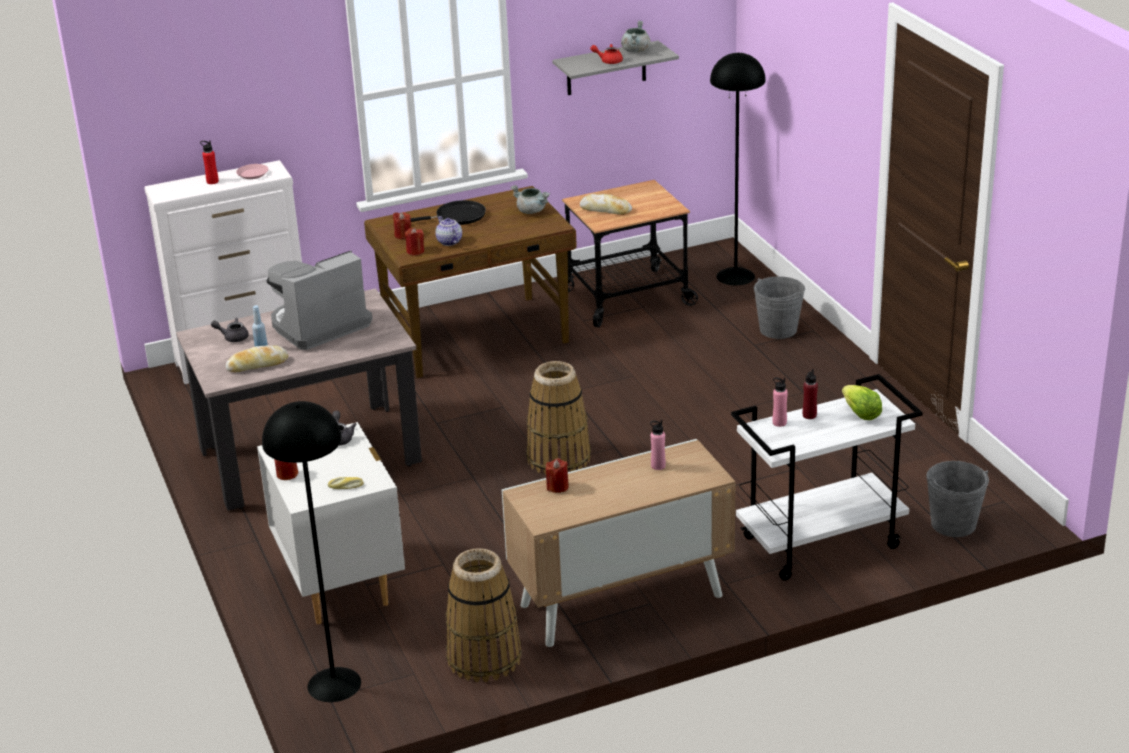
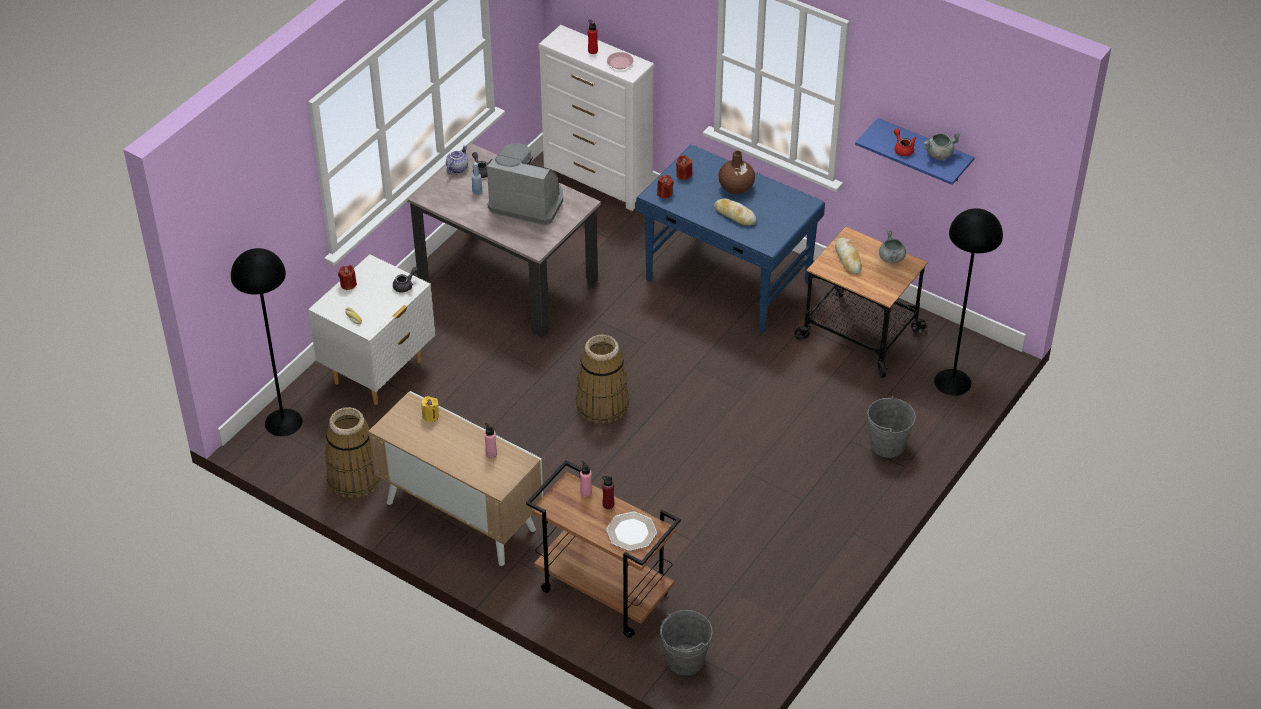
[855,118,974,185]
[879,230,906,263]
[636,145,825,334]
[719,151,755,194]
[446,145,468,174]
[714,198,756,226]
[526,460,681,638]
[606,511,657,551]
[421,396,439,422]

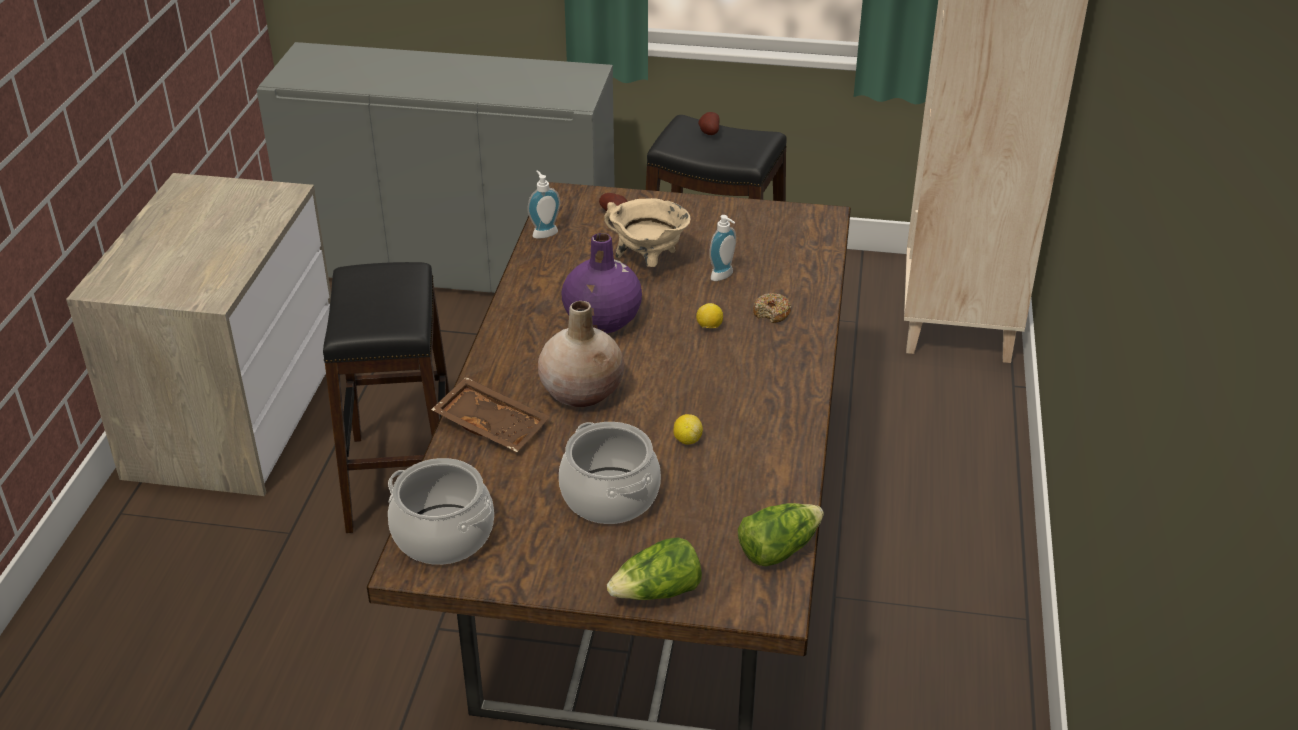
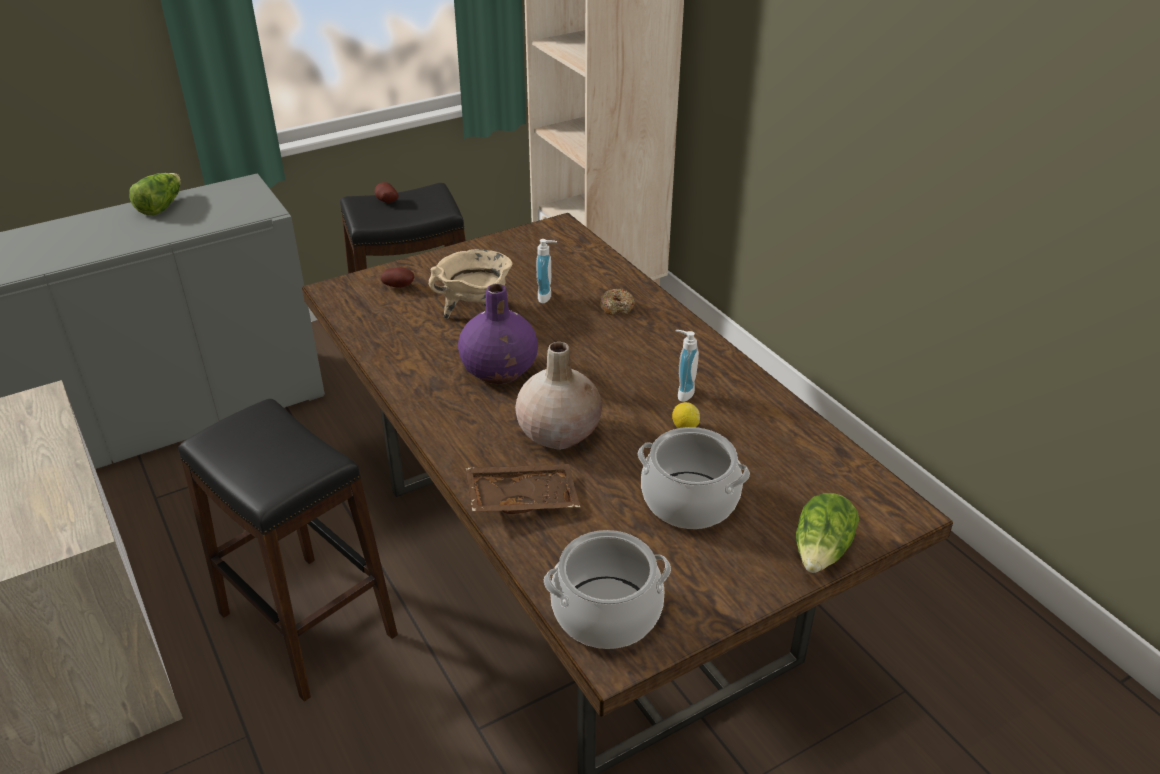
[676,330,699,402]
[696,303,723,328] (first image)
[129,173,181,215]

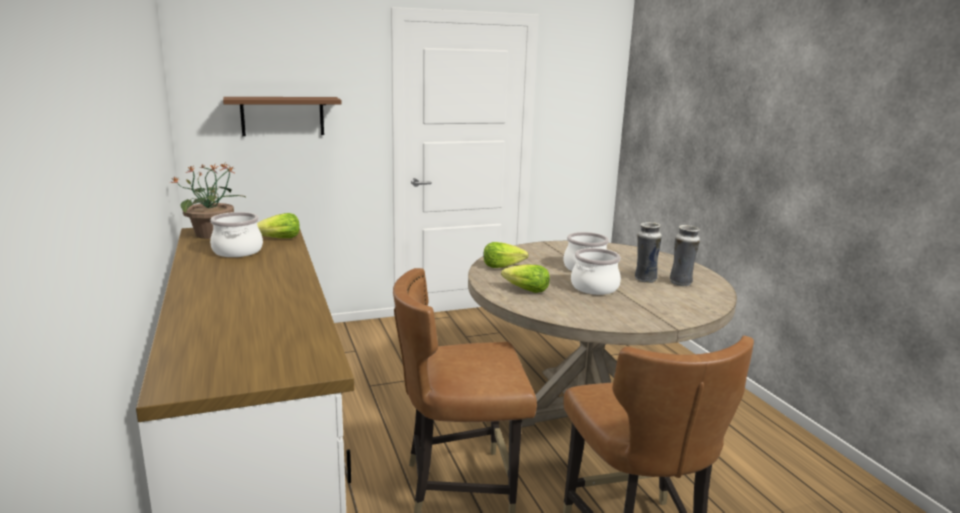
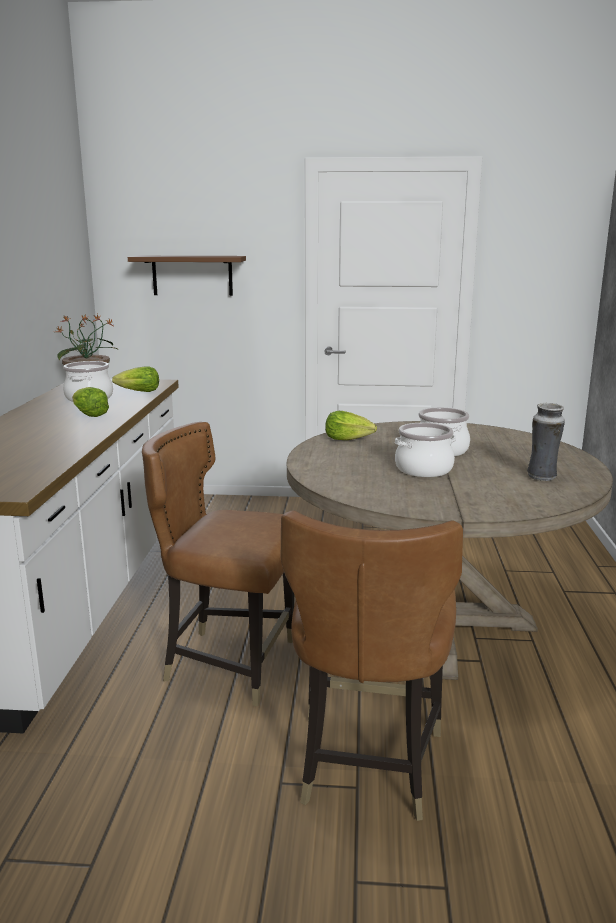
[635,222,662,283] (first image)
[72,387,109,417]

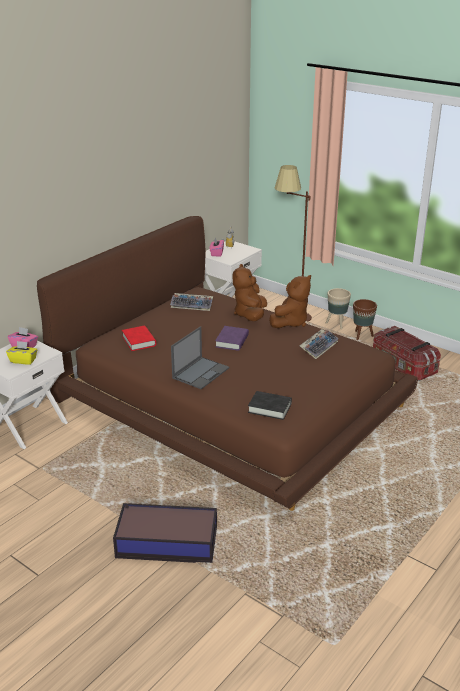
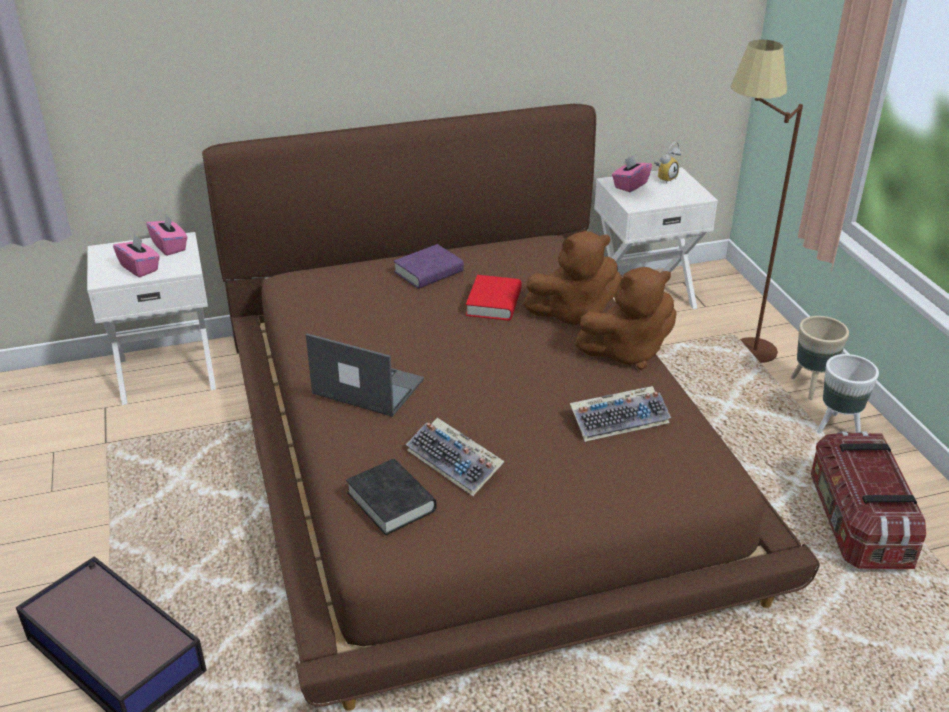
[523,231,622,325]
[406,418,504,496]
[817,354,879,433]
[466,275,522,320]
[306,333,424,417]
[393,244,464,289]
[113,234,160,277]

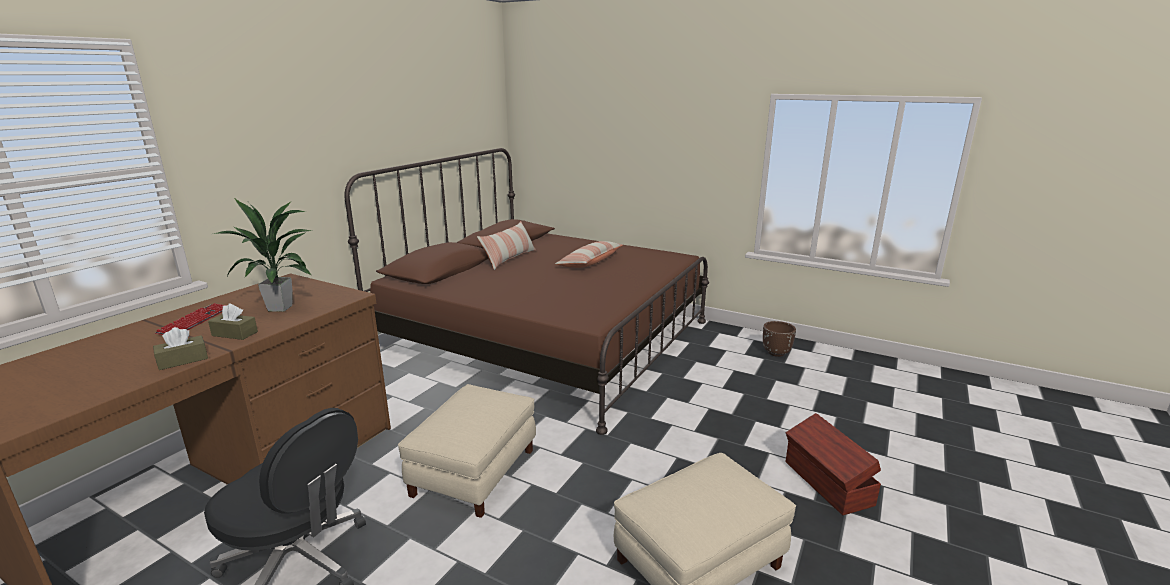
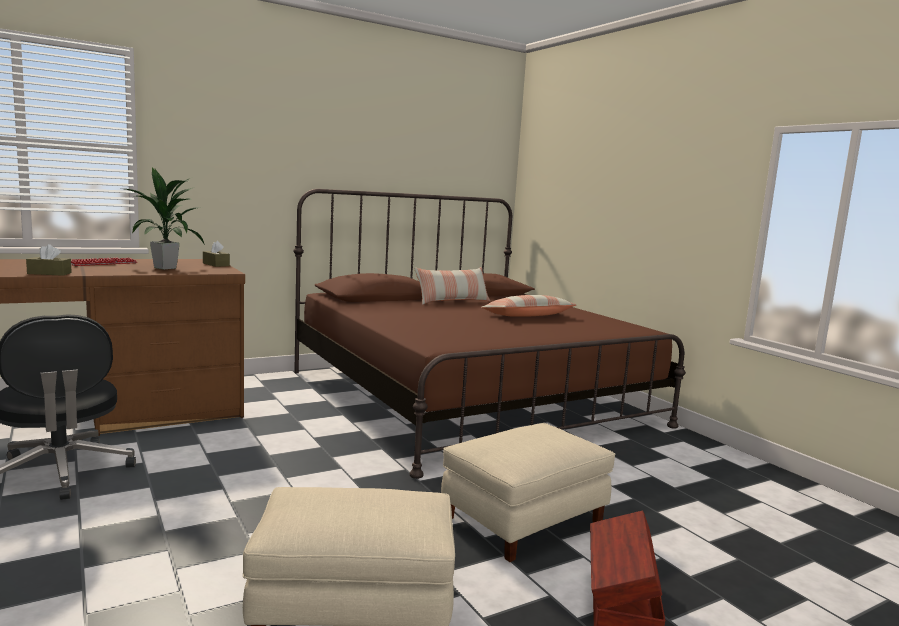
[203,241,230,267]
[763,321,796,357] (first image)
[441,423,615,562]

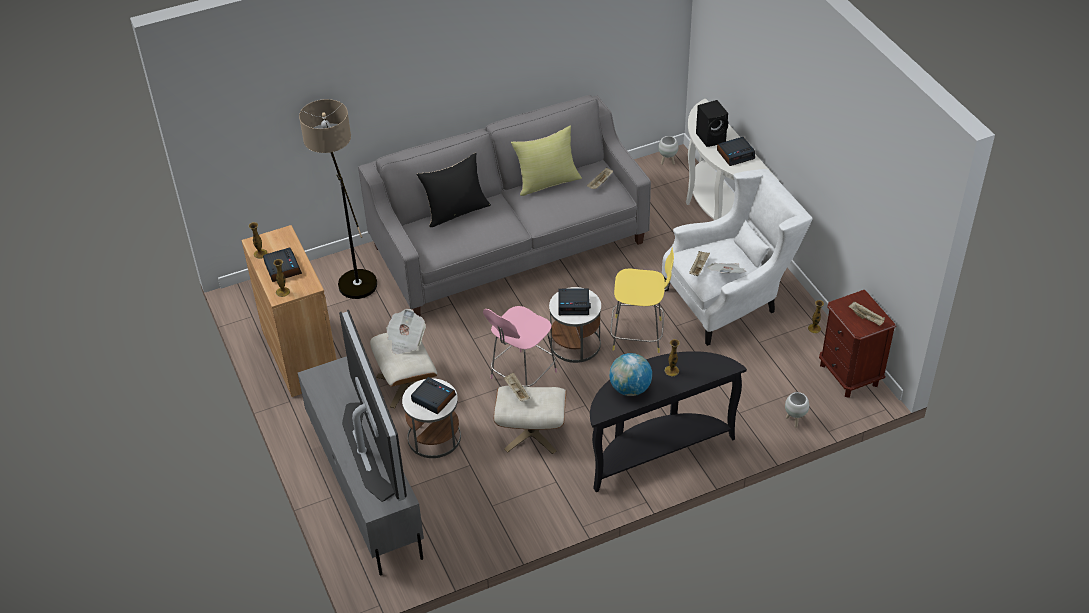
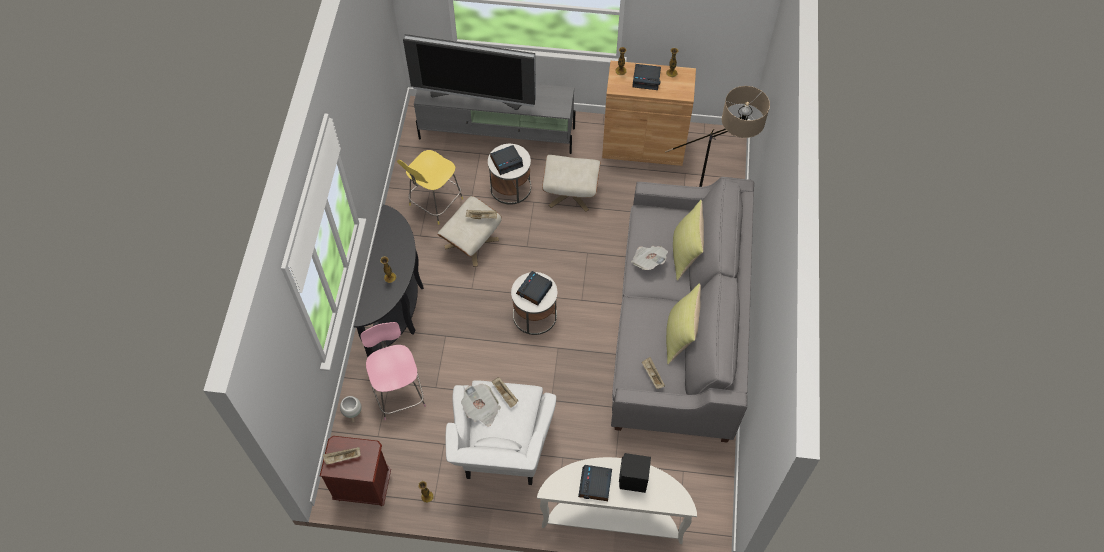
[658,136,678,165] (first image)
[673,200,704,281]
[397,150,463,225]
[360,322,426,420]
[631,246,668,270]
[609,353,652,396] (first image)

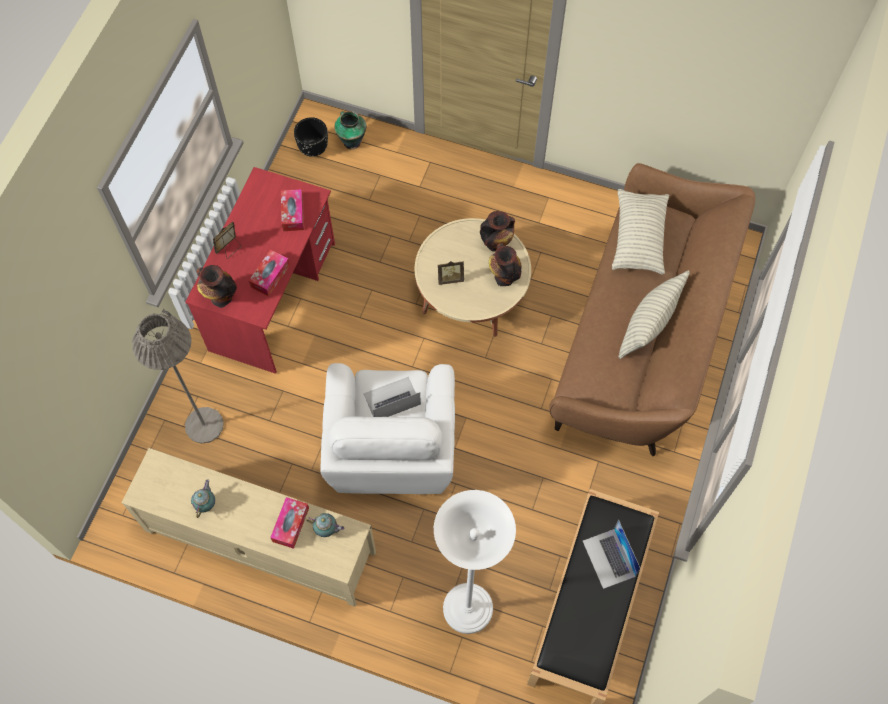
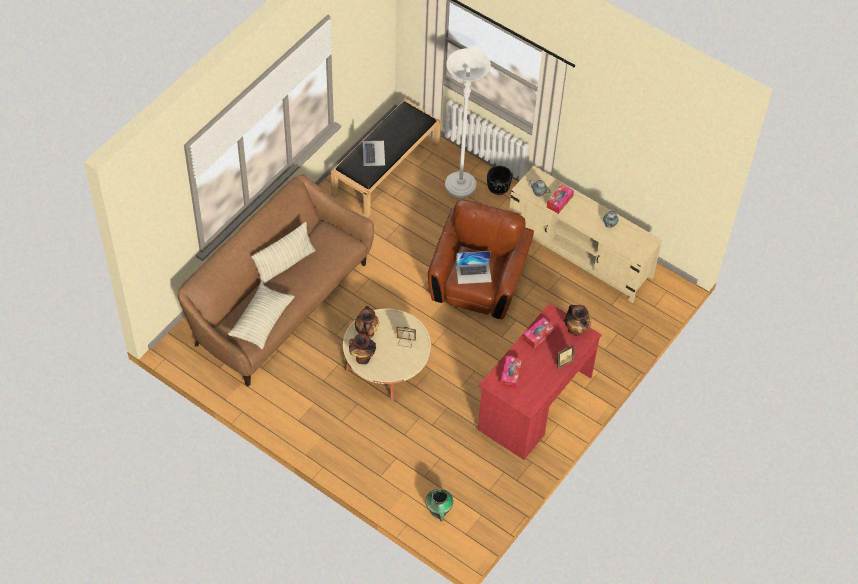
[487,166,512,195]
[132,308,224,444] (first image)
[428,200,534,320]

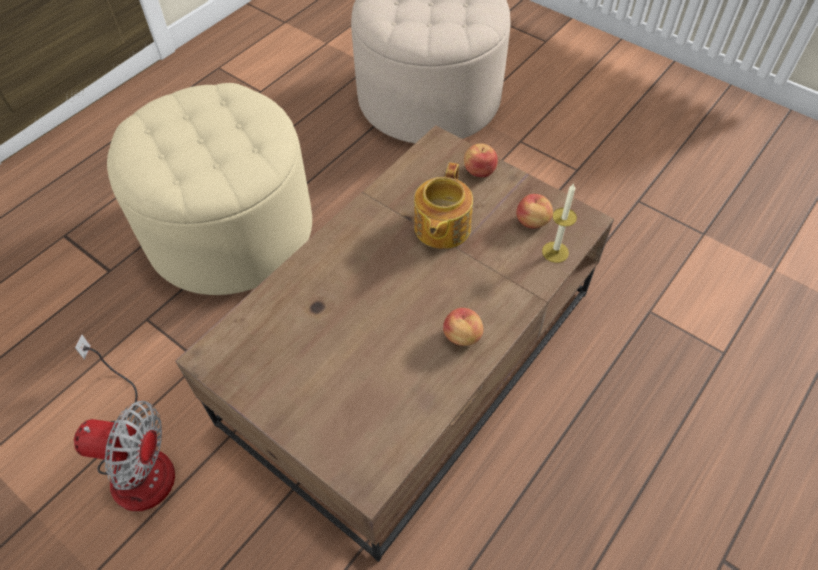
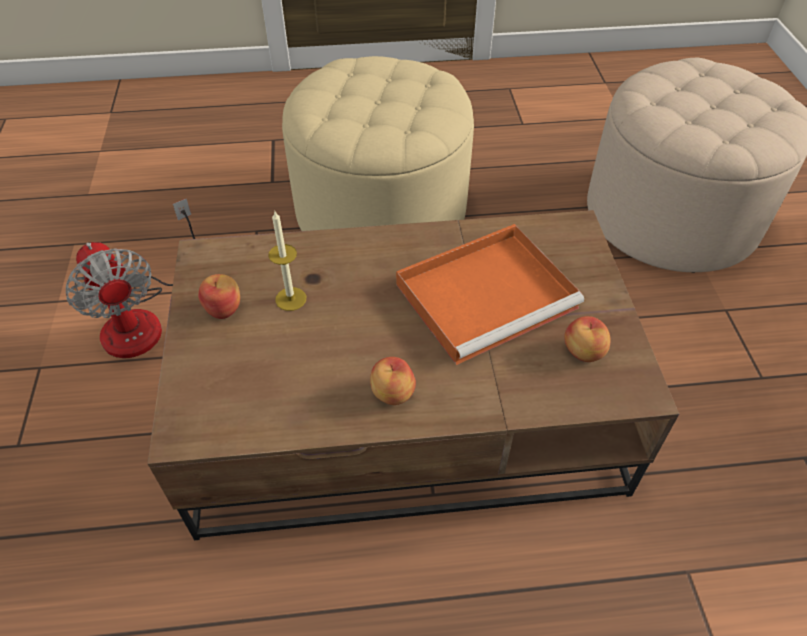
[198,274,240,319]
[396,224,584,365]
[268,212,306,311]

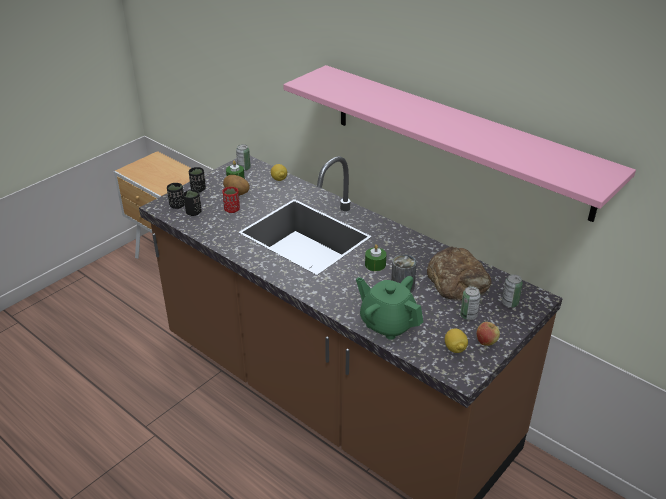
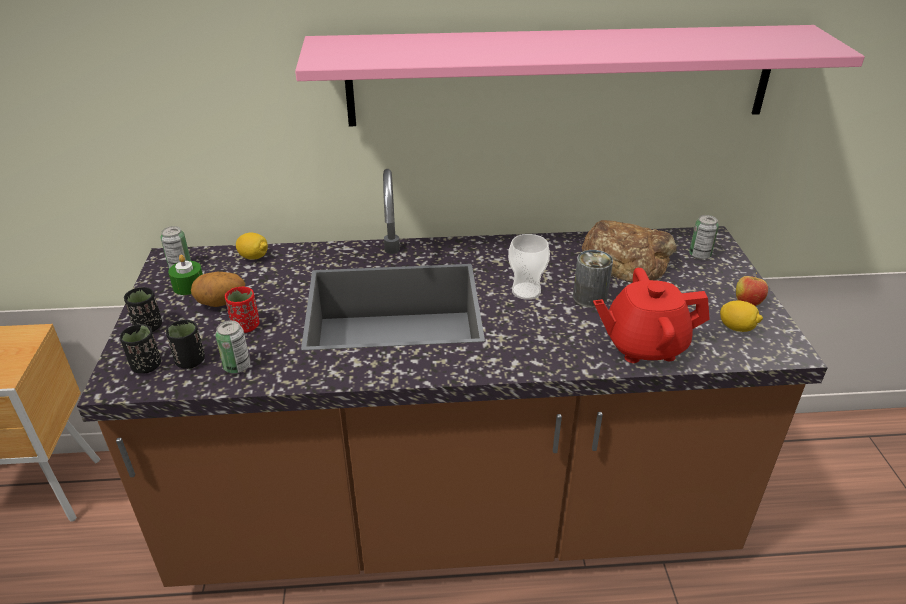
[508,234,550,300]
[593,268,710,363]
[215,320,250,374]

